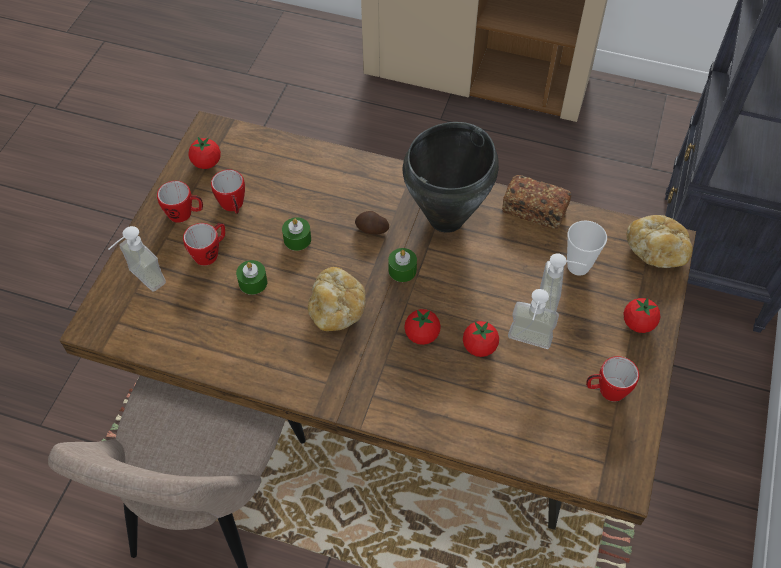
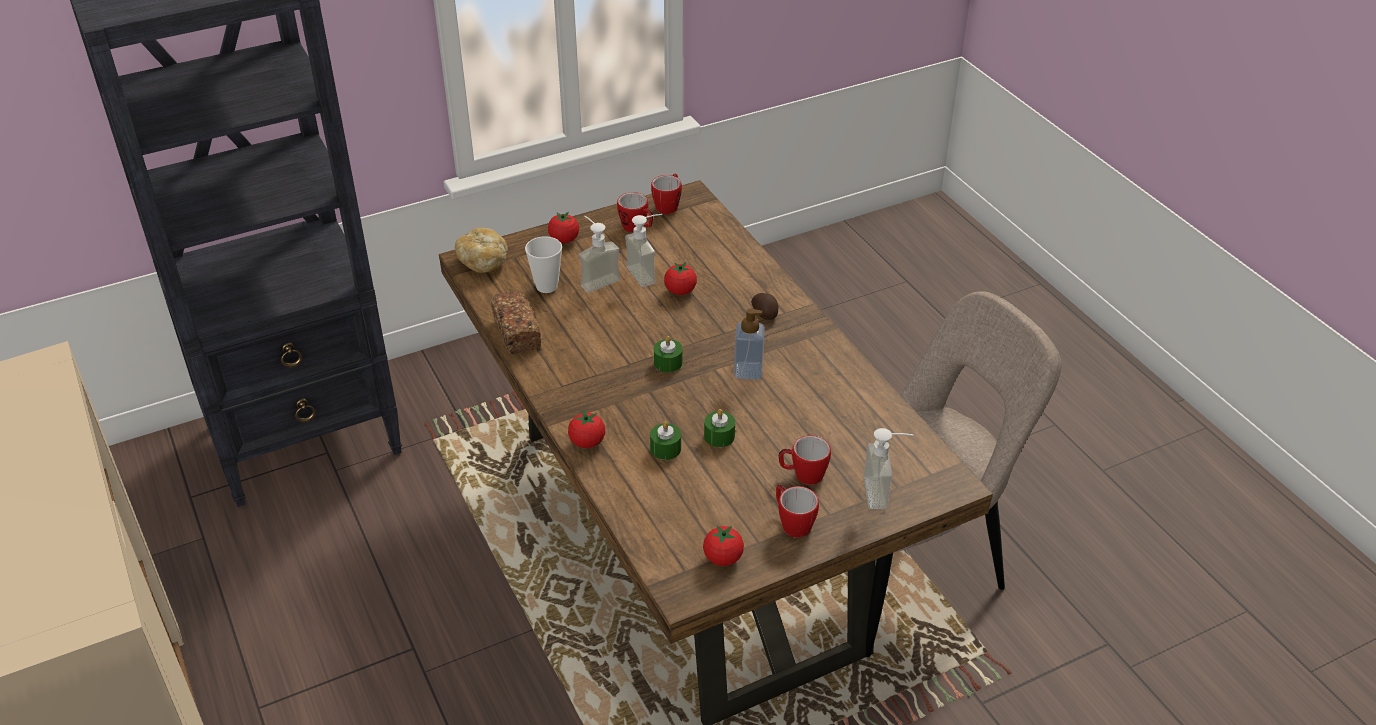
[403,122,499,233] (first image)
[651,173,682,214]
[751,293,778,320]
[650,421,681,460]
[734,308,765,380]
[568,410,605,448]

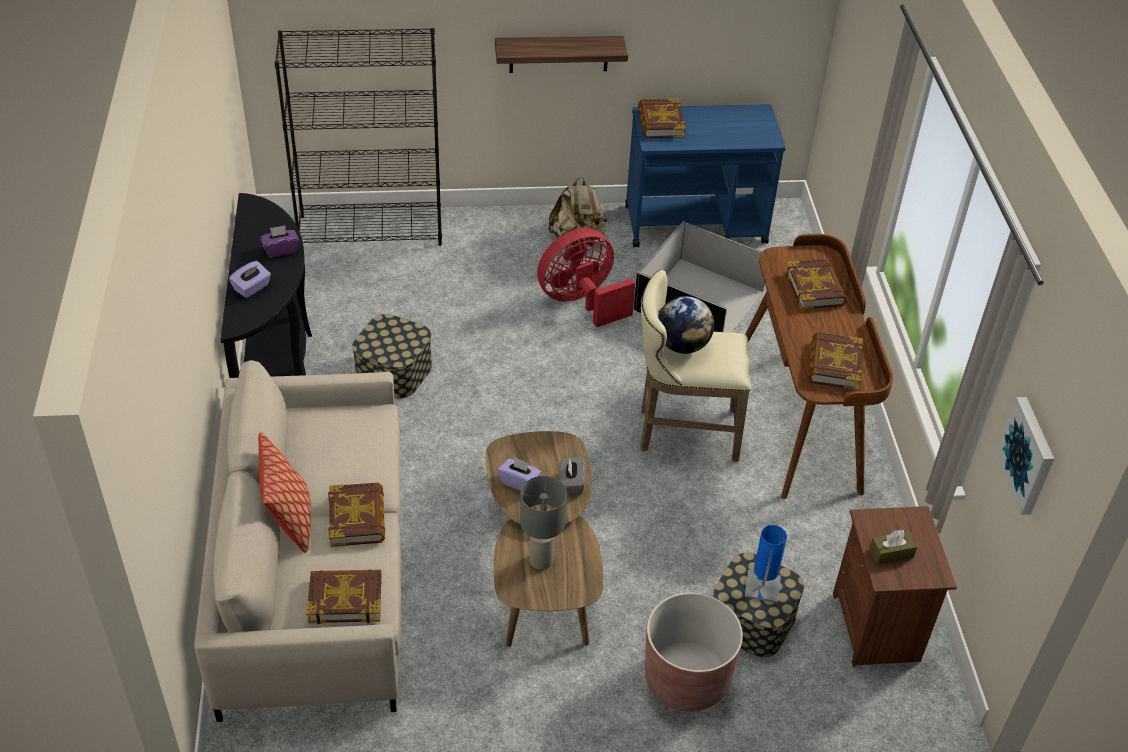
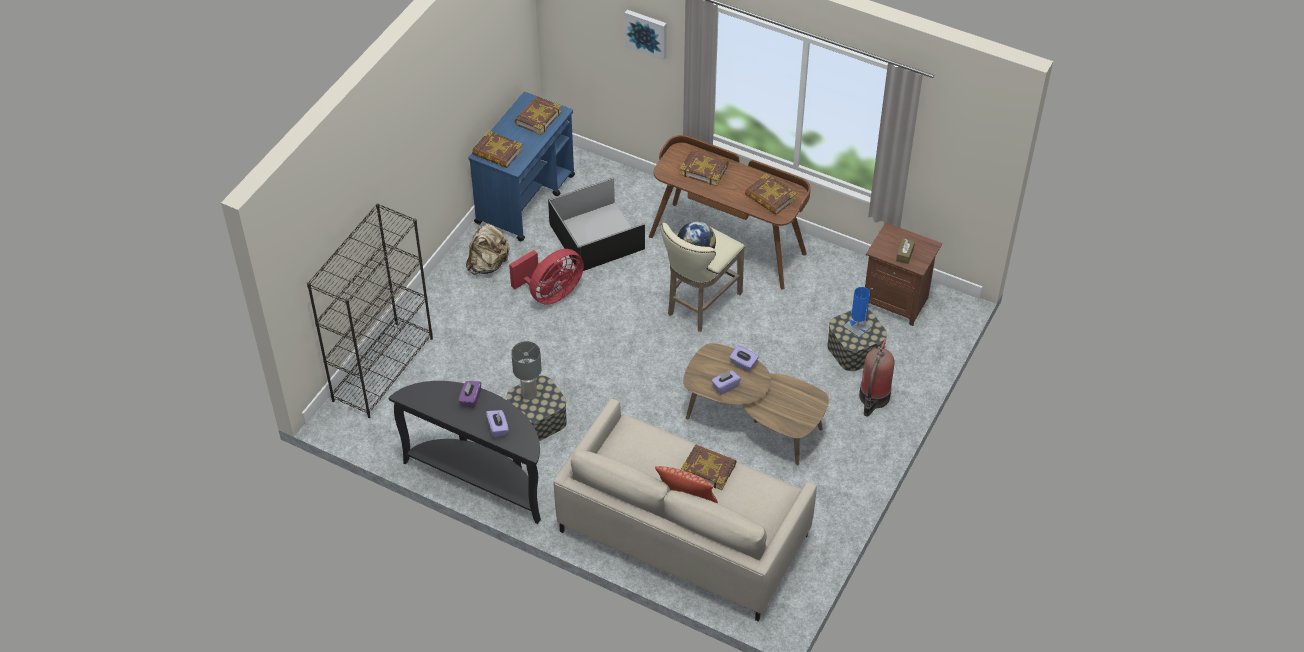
[495,36,628,73] (first image)
[509,249,584,305]
[625,10,667,60]
[729,345,759,372]
[511,341,542,400]
[515,96,562,135]
[859,338,894,416]

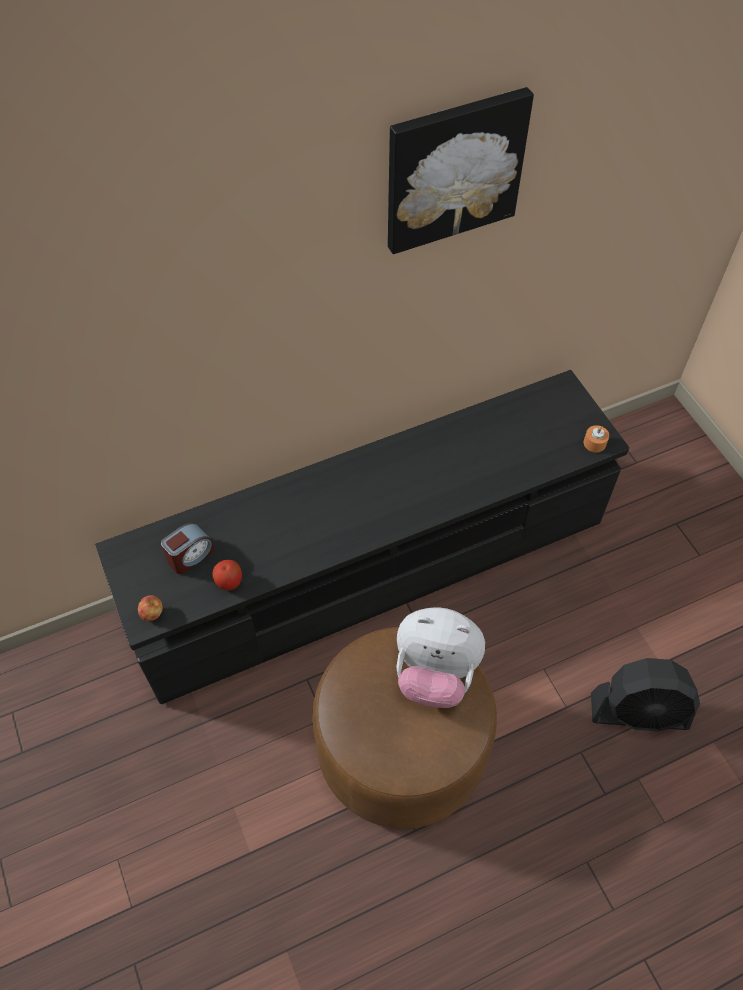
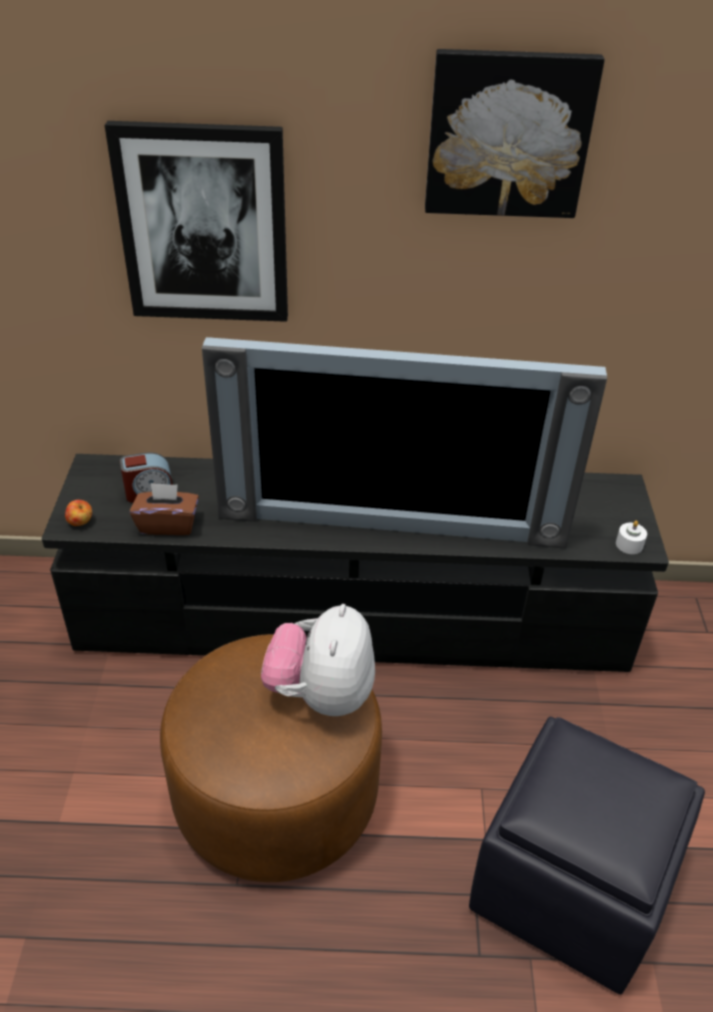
[616,521,647,554]
[130,483,199,535]
[261,604,375,716]
[469,717,705,994]
[105,121,288,322]
[202,337,607,548]

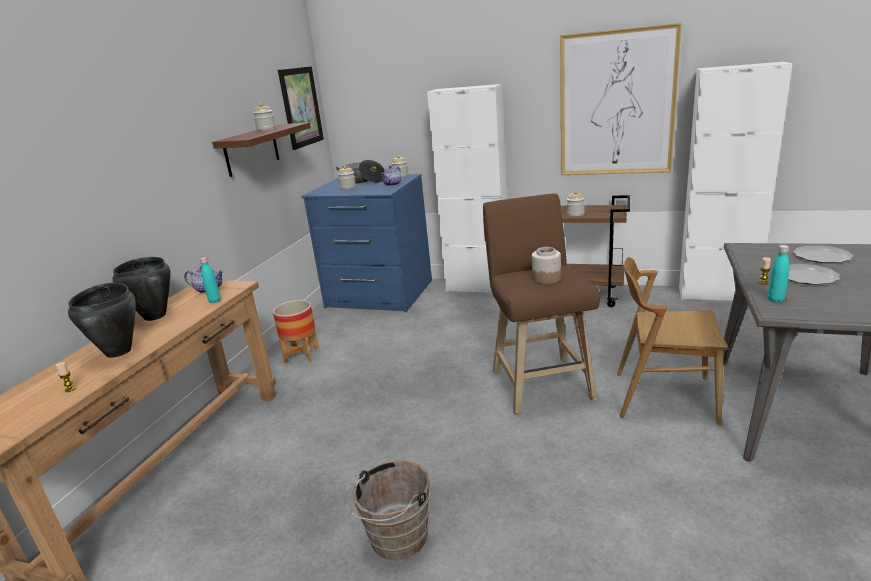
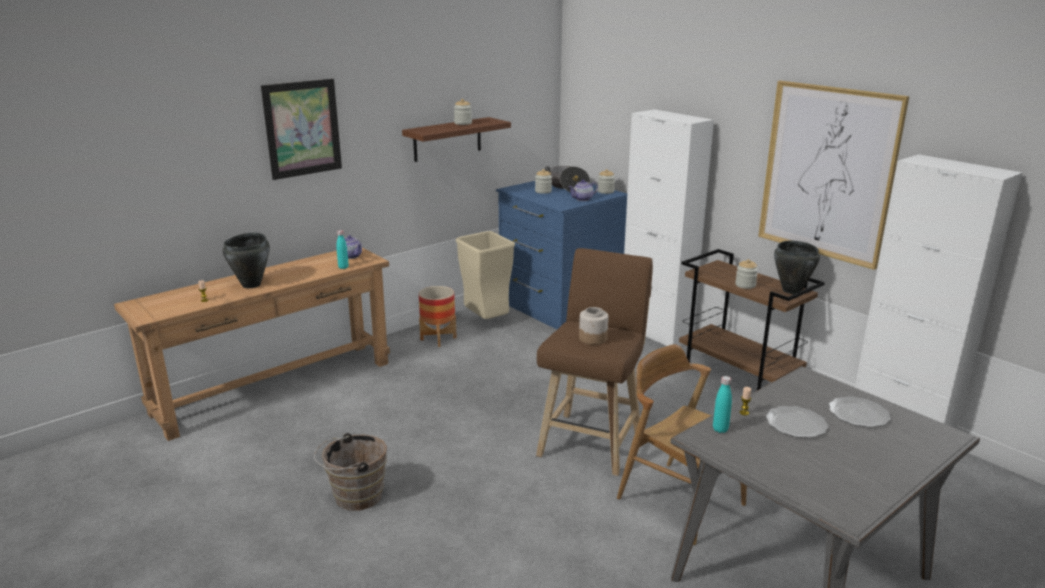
[261,79,342,180]
[774,241,820,294]
[456,231,515,319]

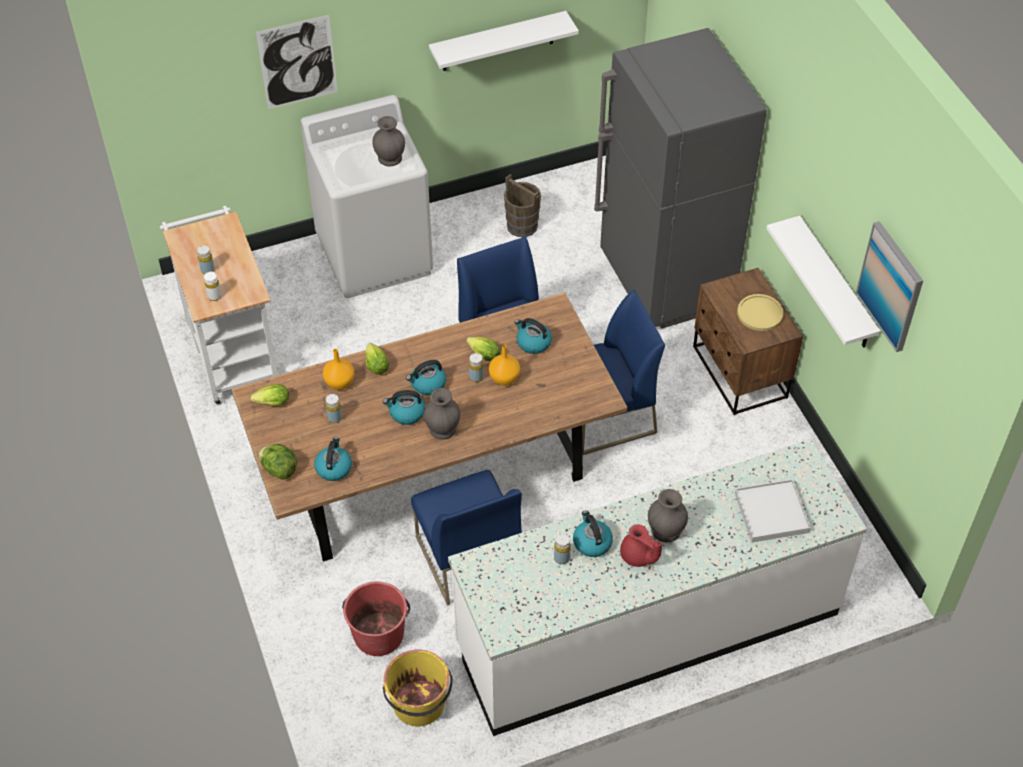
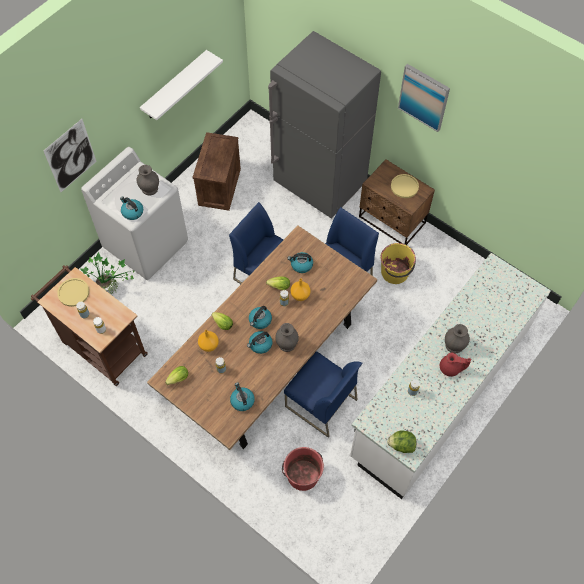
[192,132,241,211]
[31,265,148,386]
[766,216,880,347] (first image)
[398,64,450,132]
[387,431,416,453]
[735,479,811,543] (first image)
[120,197,143,220]
[380,243,416,284]
[79,252,135,294]
[57,278,89,307]

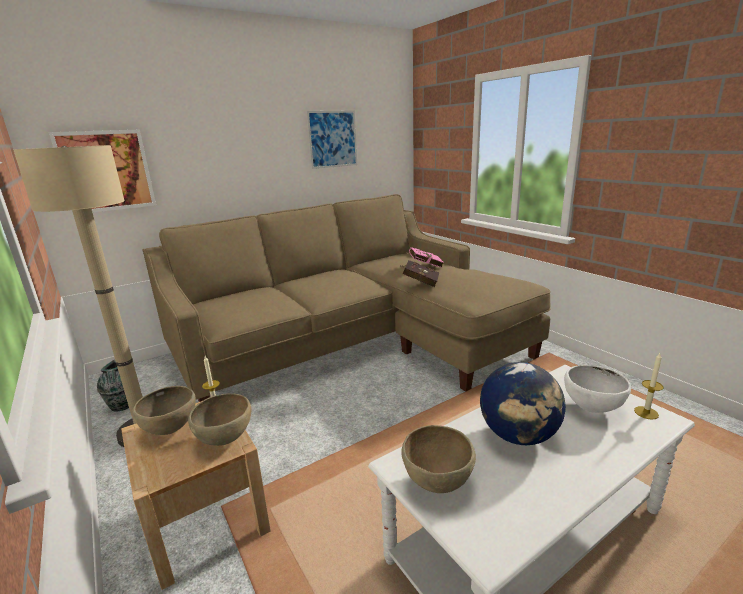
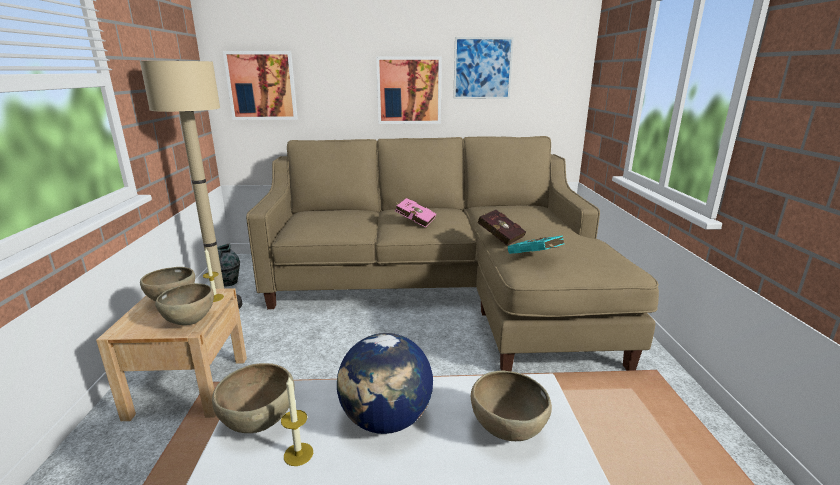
[395,198,436,228]
[281,377,313,466]
[471,370,552,441]
[376,56,442,124]
[508,236,564,254]

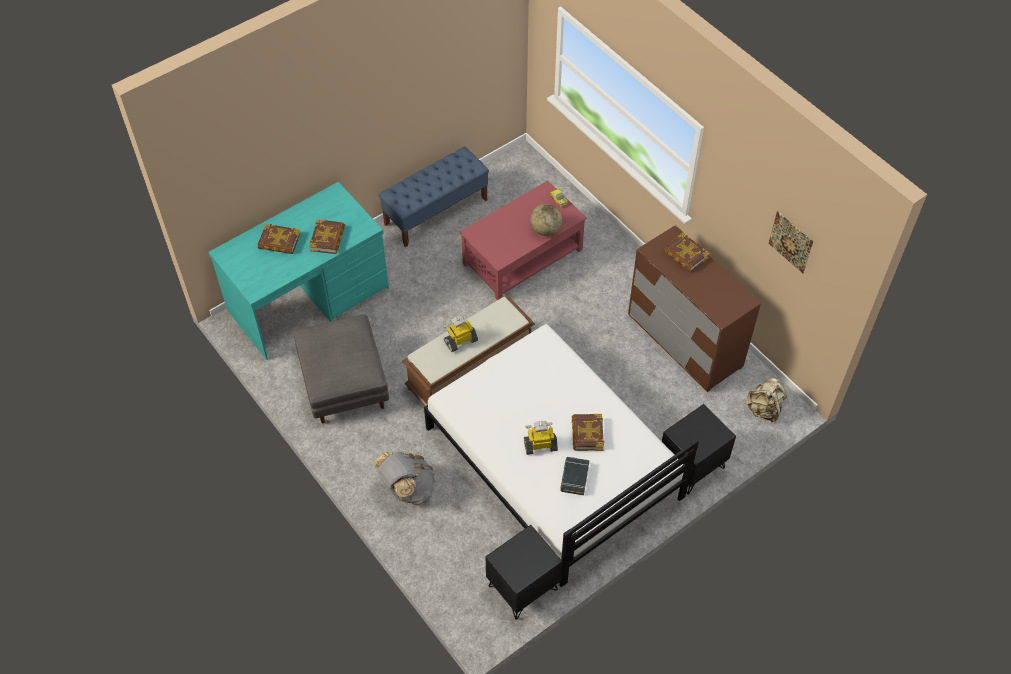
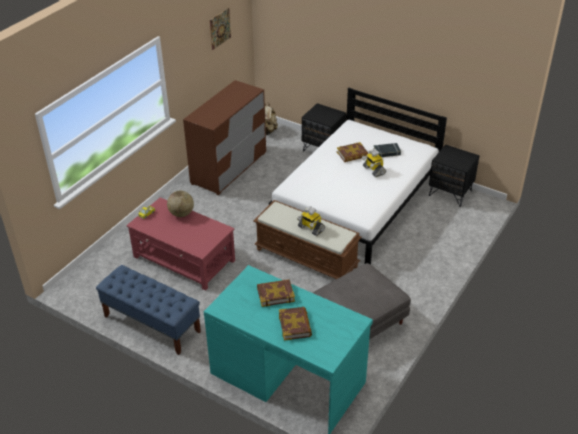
[663,233,710,272] (first image)
[373,452,435,505] (first image)

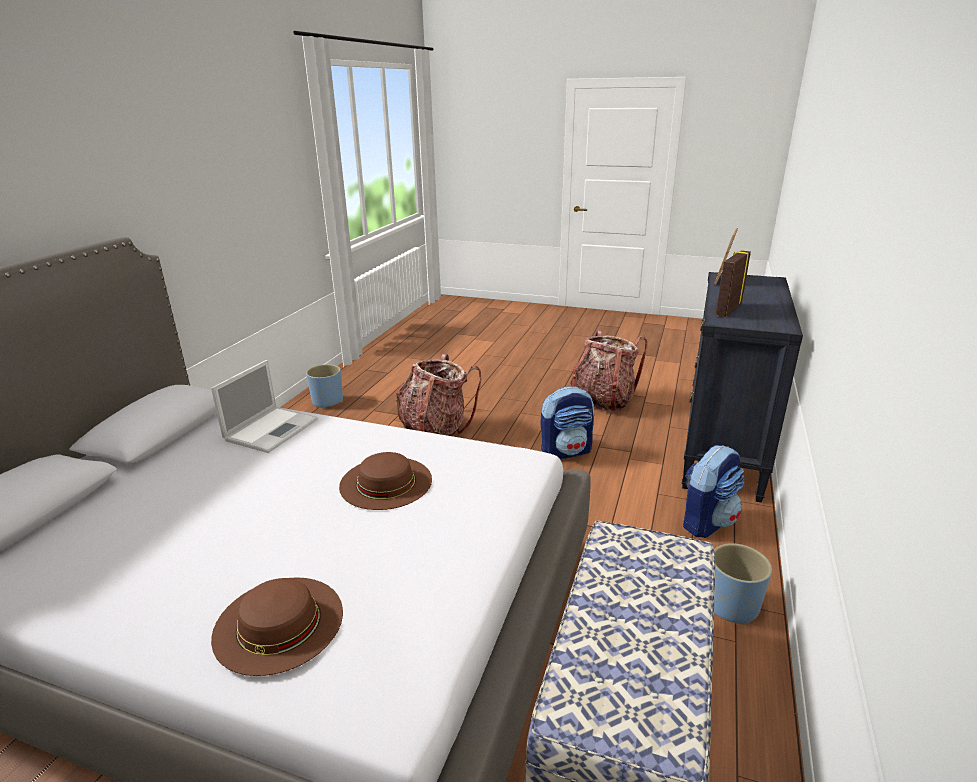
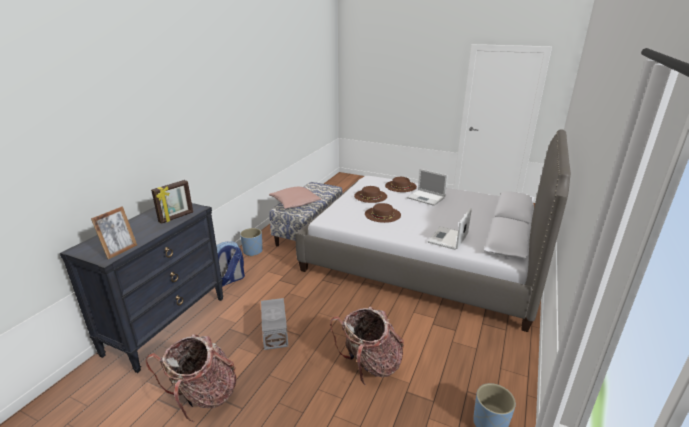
[261,298,288,350]
[407,169,448,206]
[354,186,387,203]
[269,187,321,209]

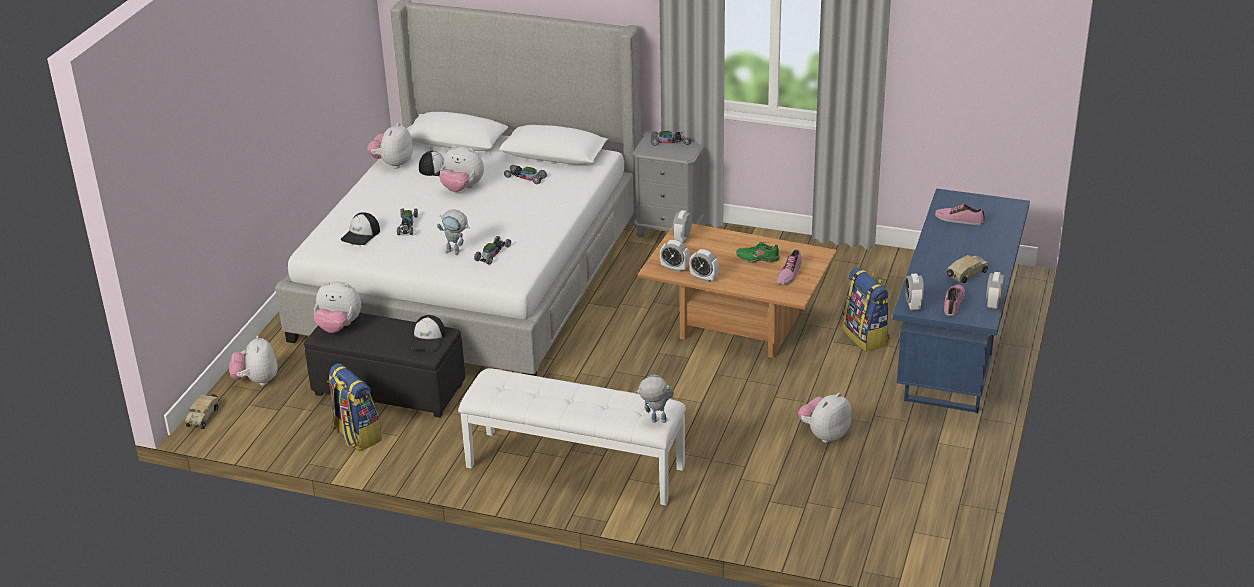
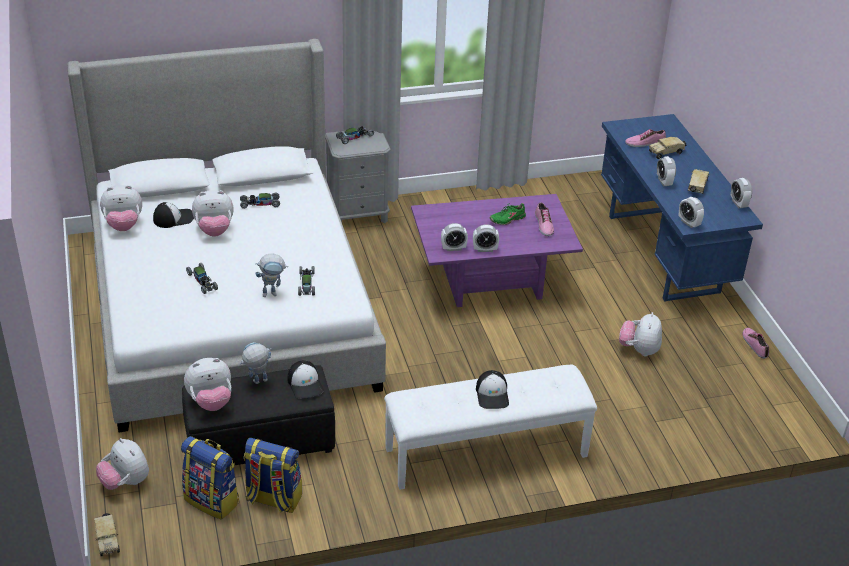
[100,185,142,231]
[657,156,676,186]
[476,370,509,409]
[411,194,583,307]
[181,436,239,520]
[743,328,769,359]
[240,342,271,384]
[649,137,686,159]

